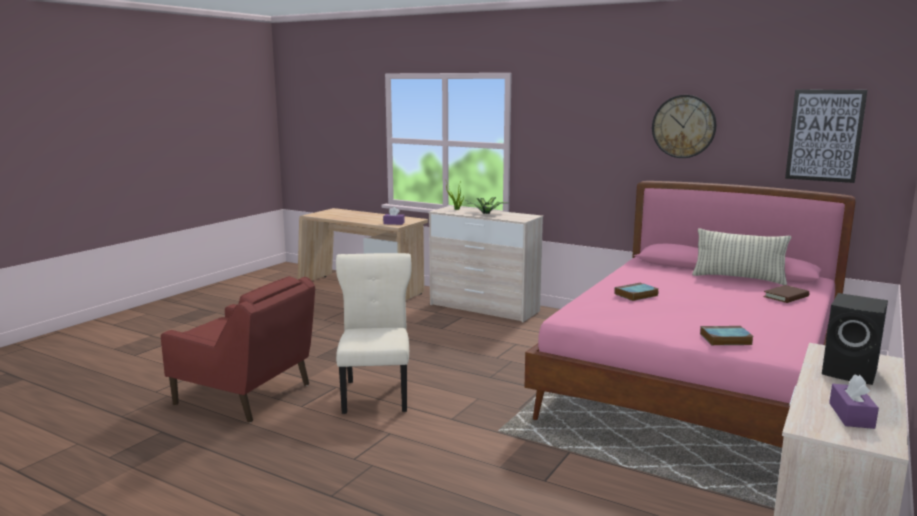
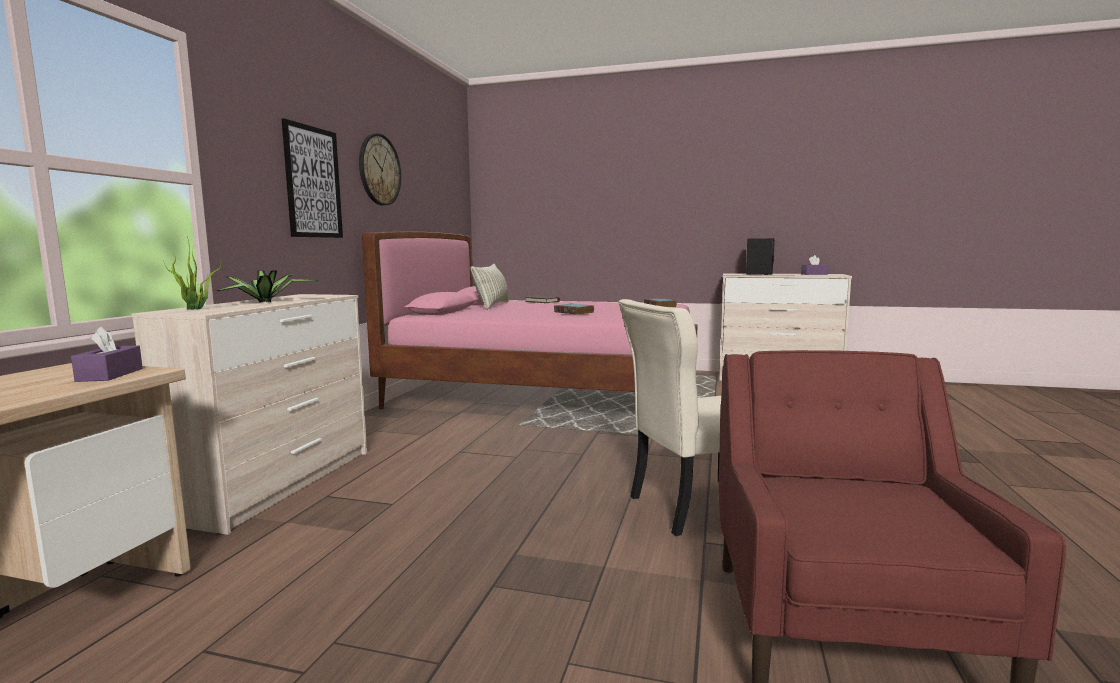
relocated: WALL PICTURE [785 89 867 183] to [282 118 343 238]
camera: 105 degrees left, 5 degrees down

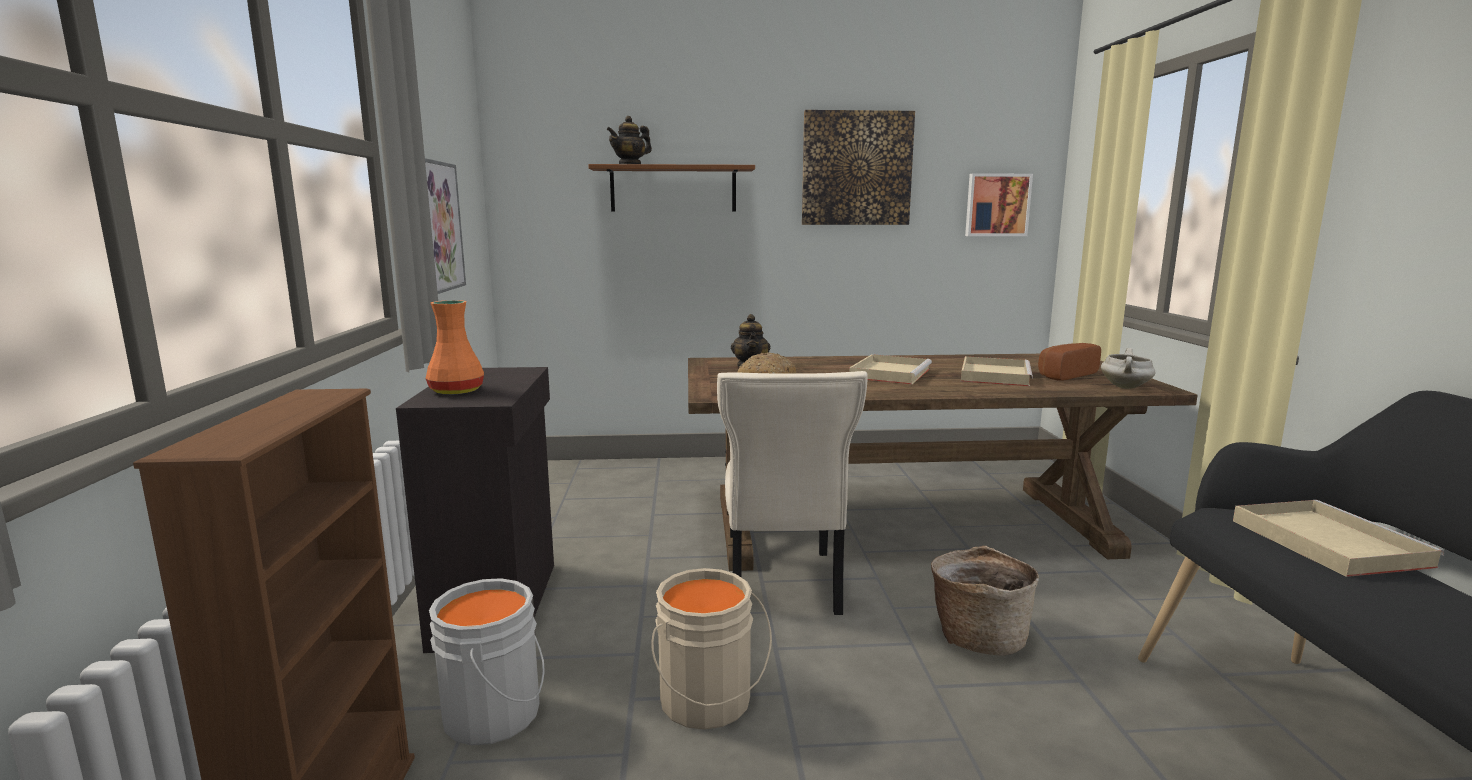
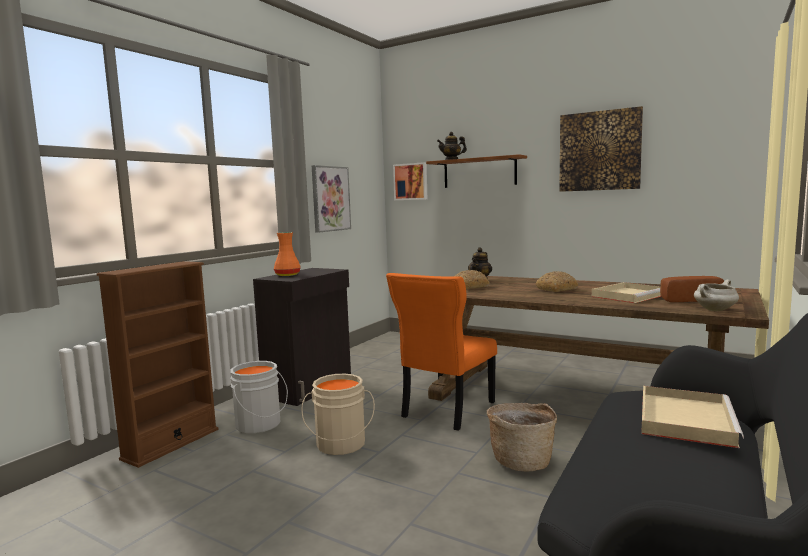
relocated: WALL PICTURE [965 173 1033 236] to [393 162 427 200]
exchanged: BEIGE-COLOURED TRAY [849 354 932 384] to BAKERY BREAD [536 271 578 292]
colour: BEIGE-COLOURED UPRIGHT CHAIR [717 371 868 615] to ORANGE UPRIGHT CHAIR [386 273 497 431]
camera: 35 degrees right, 5 degrees down

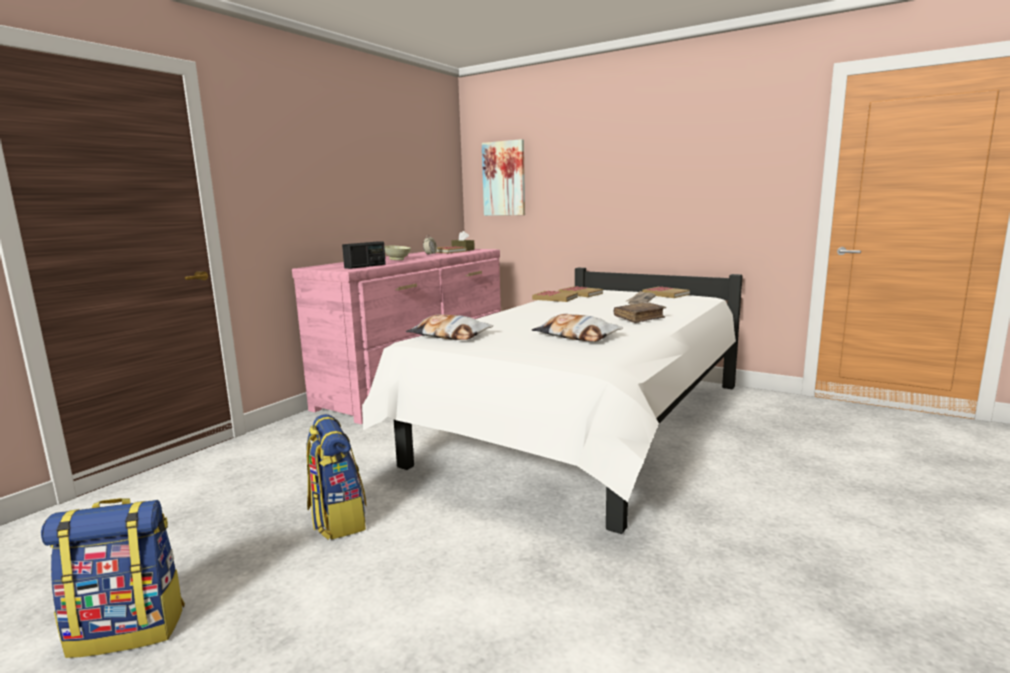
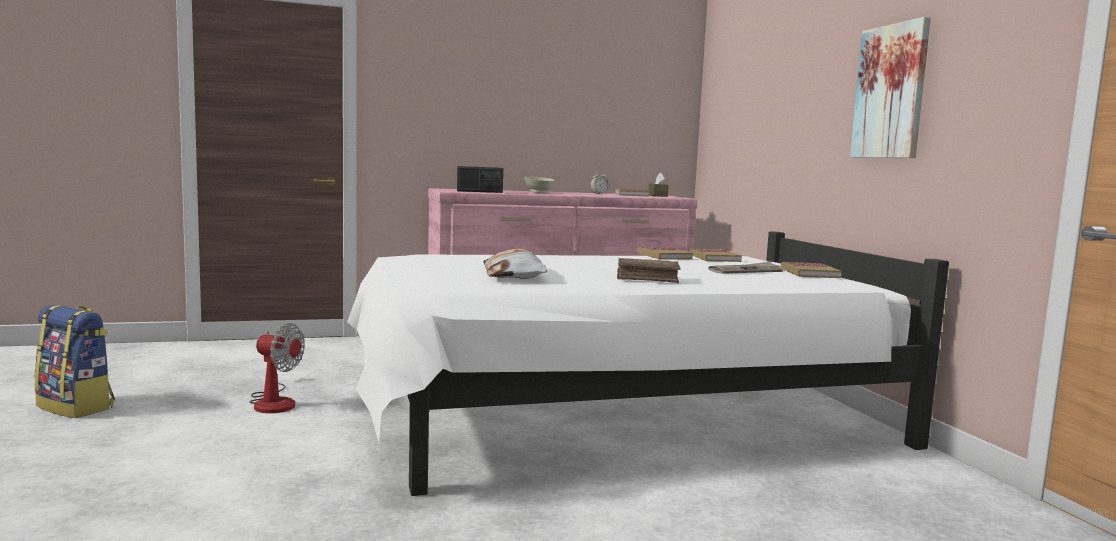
missing: THROW PILLOW [406 314 493 340]
relocated: WALL PICTURE [482 139 525 216] to [850 17 931 158]
exchanged: BACKPACK [306 414 366 540] to FAN [249 323 305 413]
camera: 40 degrees right, 5 degrees down

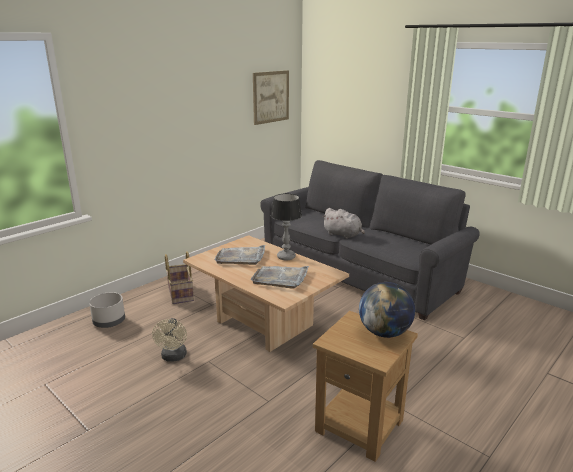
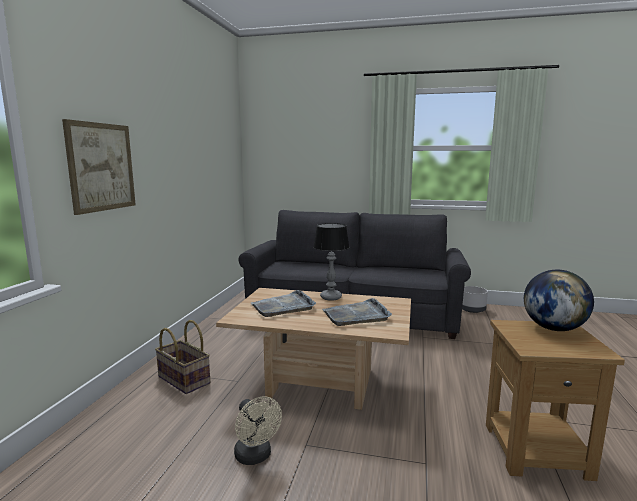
missing: GREY PLUSH TOY [322 208 365 239]
relocated: GREY PLANTER [89 292 125 328] to [462 286 488 313]; WALL PICTURE [253 70 289 125] to [62 119 136 215]
camera: 30 degrees left, 10 degrees down

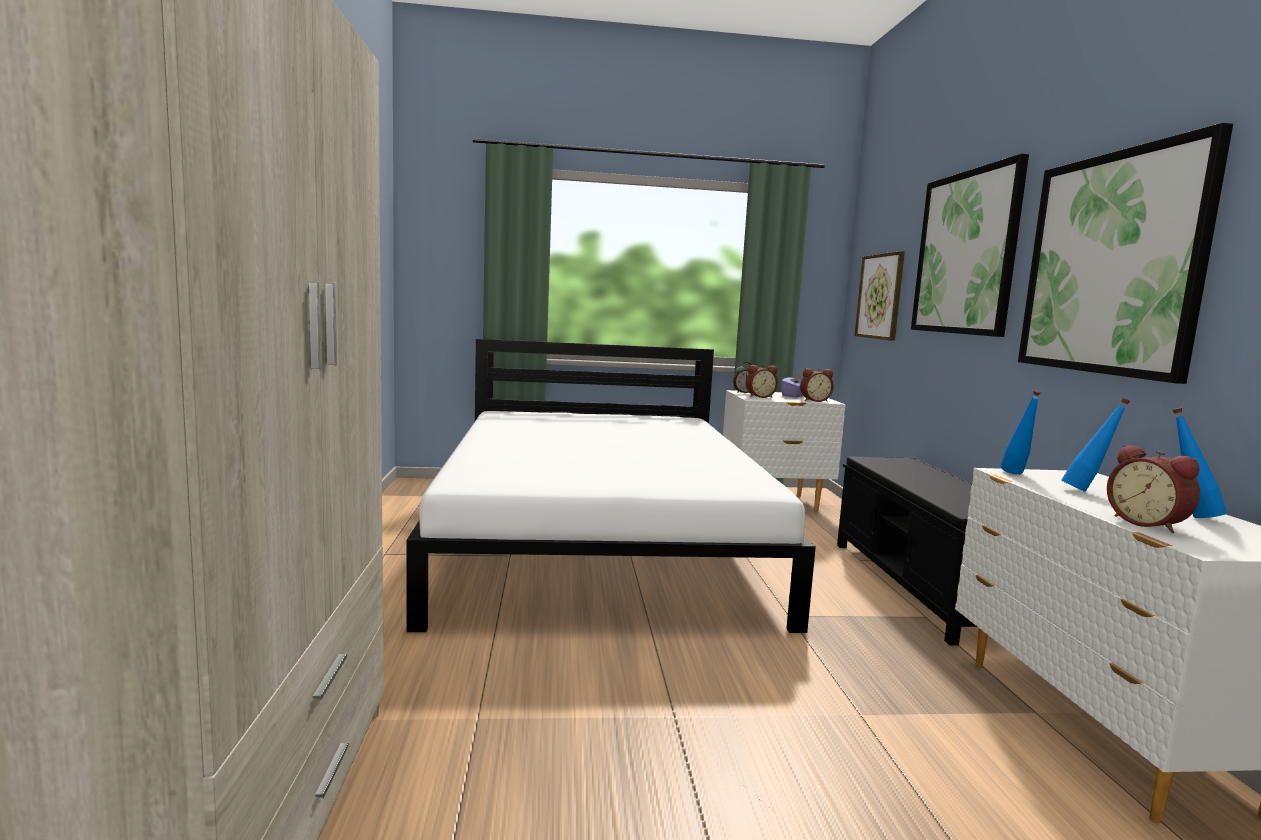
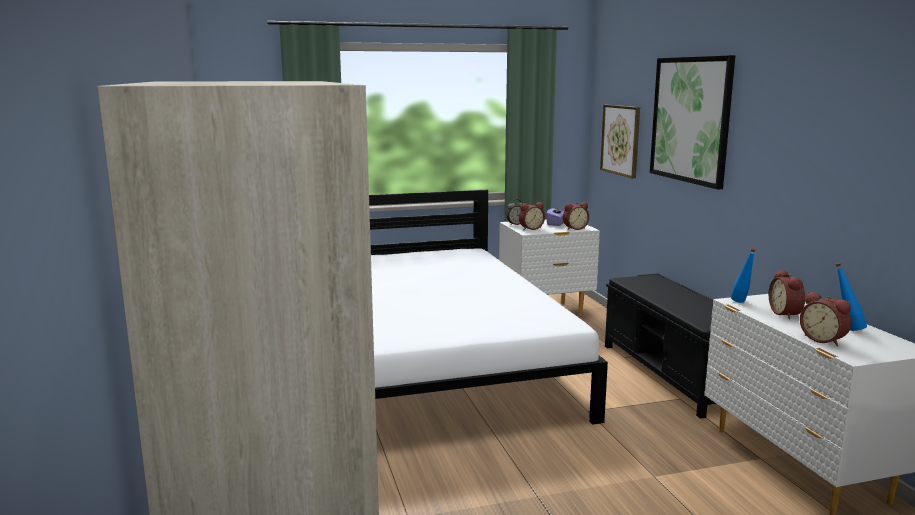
missing: WALL PICTURE [1018 123 1233 384]
exchanged: BLUE-COLOURED BEVERAGE BOTTLE [1061 398 1130 492] to ALARM CLOCK [769 269 805 319]
camera: 10 degrees left, 5 degrees up

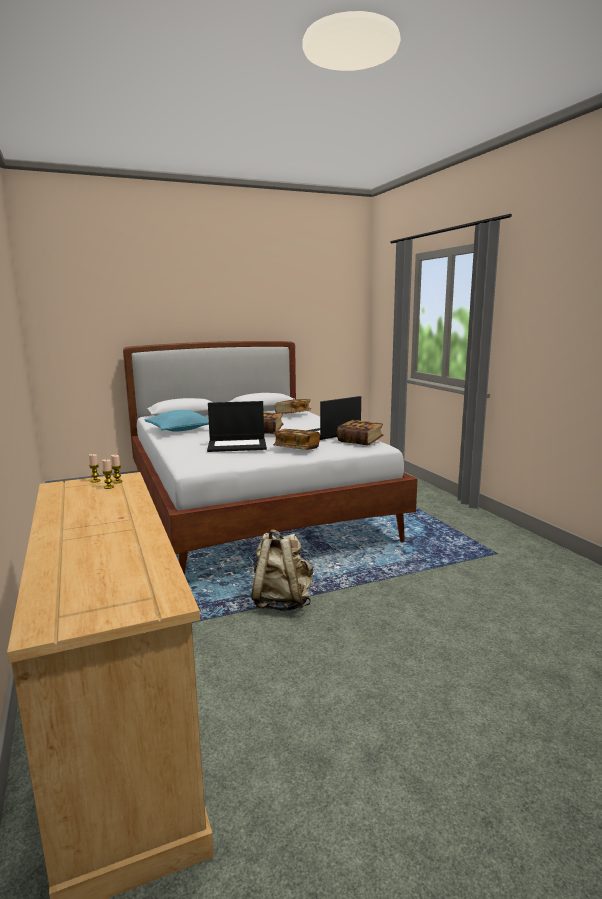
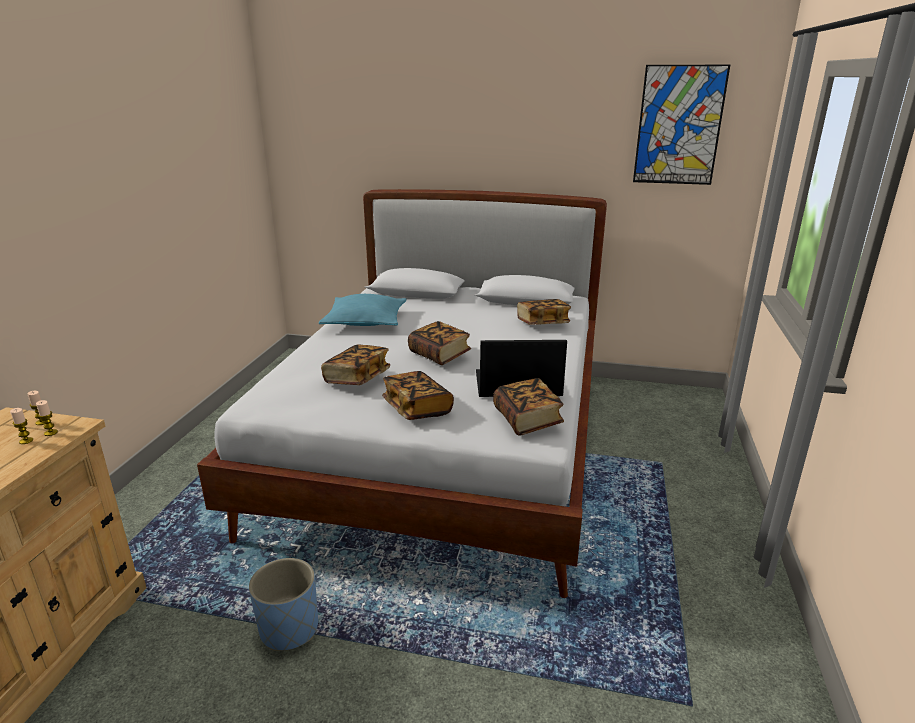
appeared: WALL PICTURE [633 65 730 185]
exchanged: NOTEBOOK COMPUTER [207 401 267 452] to BOOK [321 344 390 385]; BEIGE-COLOURED BACKPACK [251 529 313 611] to BLUE-COLOURED PLANTER [249 558 318 651]
camera: 35 degrees right, 10 degrees up

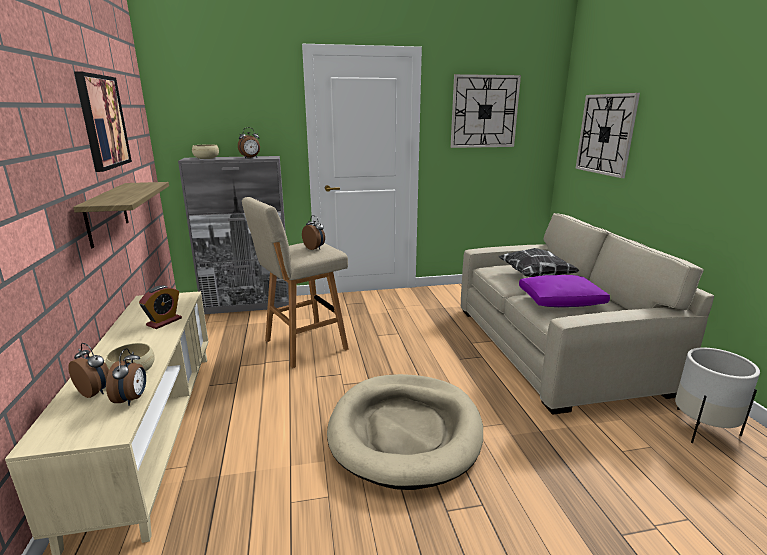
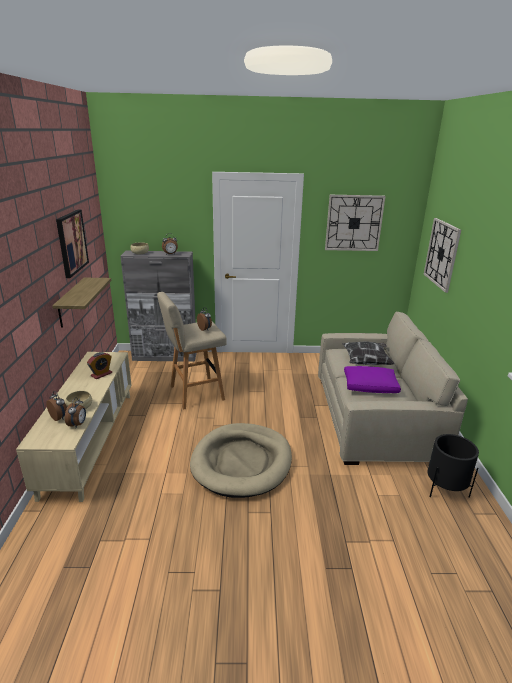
colour: WHITE-COLOURED PLANTER [675 348 760 444] to BLACK-COLOURED PLANTER [428 434 479 498]
camera: 10 degrees right, 5 degrees up

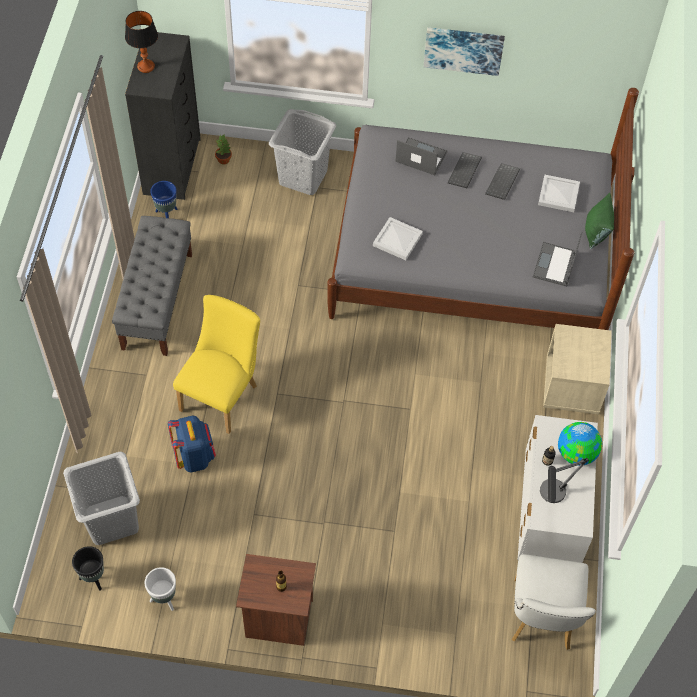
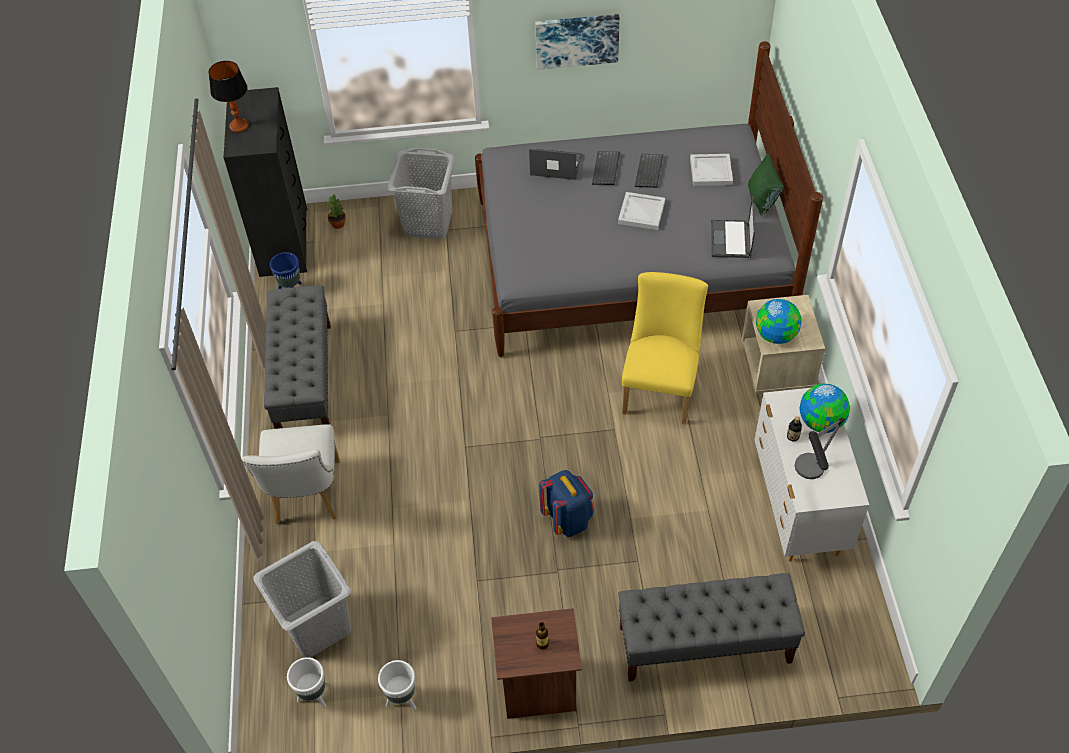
appeared: GREY BENCH [618 573 805 682]; DESK GLOBE [756 299 802 344]
relocated: BLUE-COLOURED BACKPACK [168 416 216 473] to [539 470 594 537]; YELLOW-COLOURED UPRIGHT CHAIR [173 295 260 434] to [622 272 708 425]; WHITE-COLOURED TRAY [373 217 423 260] to [618 192 665 230]; WHITE-COLOURED UPRIGHT CHAIR [512 554 596 650] to [242 424 340 525]
colour: BLACK-COLOURED PLANTER [72 546 104 591] to WHITE-COLOURED PLANTER [287 657 326 708]
camera: 10 degrees left, 5 degrees down

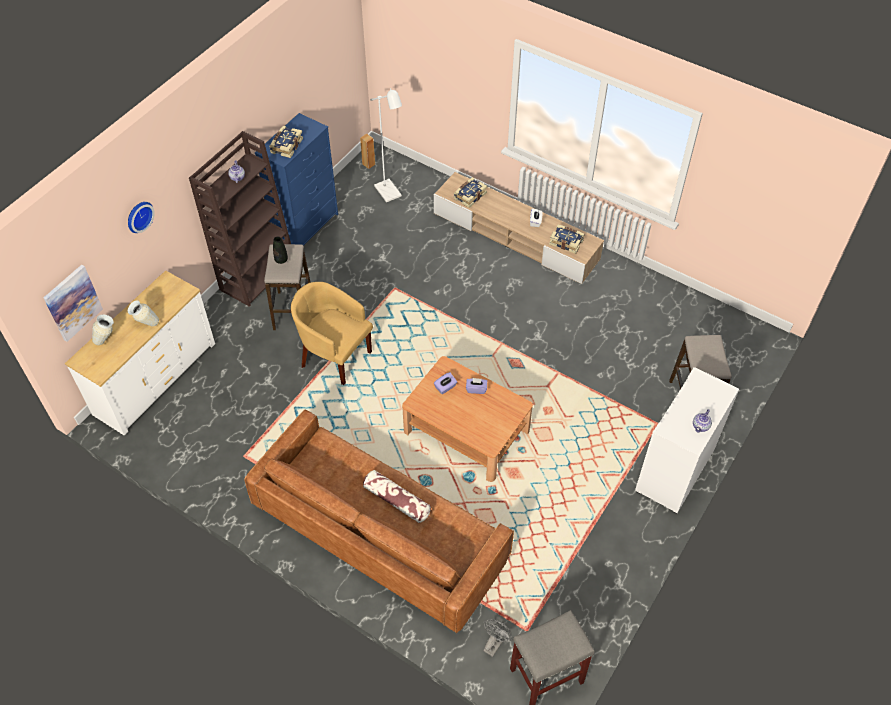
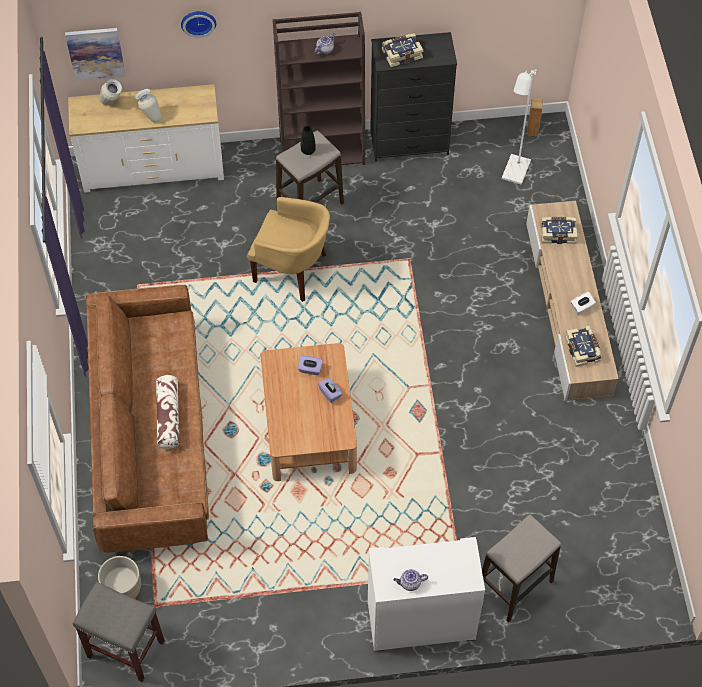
exchanged: GREY FAN [483 619 513 657] to BEIGE-COLOURED PLANTER [98 556 141 599]
colour: BLUE-COLOURED CHEST OF DRAWERS [255 113 338 246] to BLACK-COLOURED CHEST OF DRAWERS [370 32 457 162]
spun: YELLOW-COLOURED ARMCHAIR [291 282 373 385] = [247 197 330 302] 120 degrees clockwise
camera: 50 degrees right, 5 degrees up

